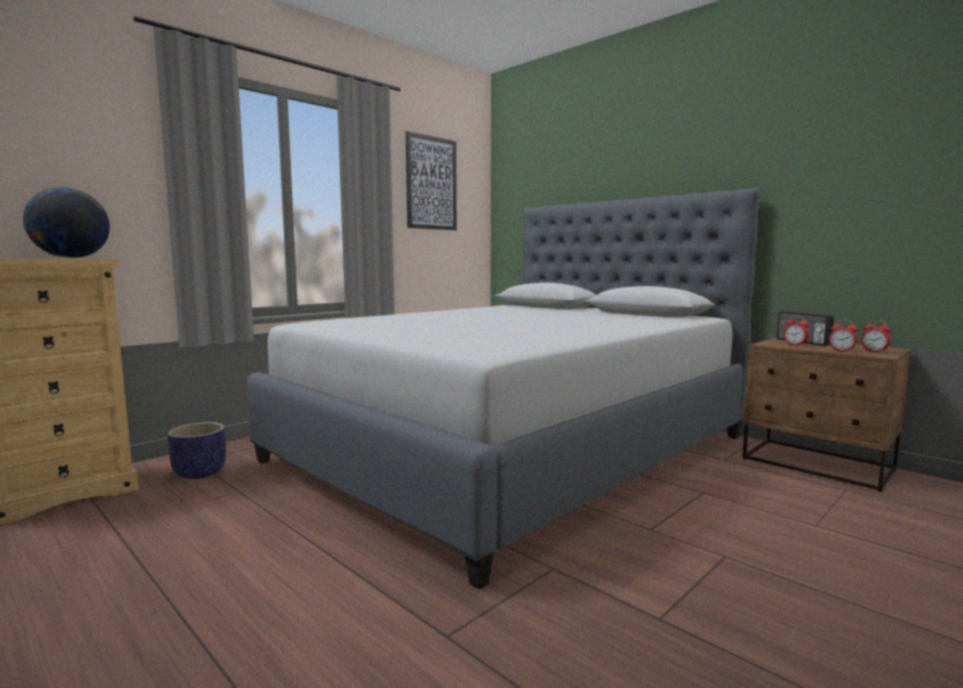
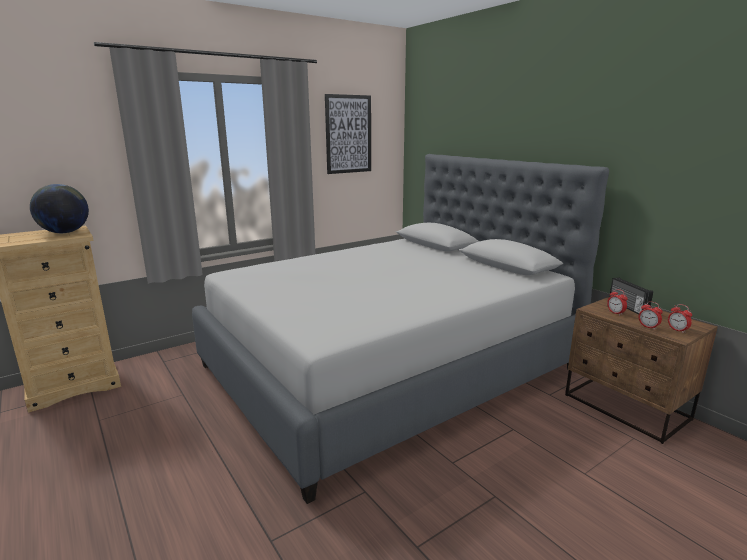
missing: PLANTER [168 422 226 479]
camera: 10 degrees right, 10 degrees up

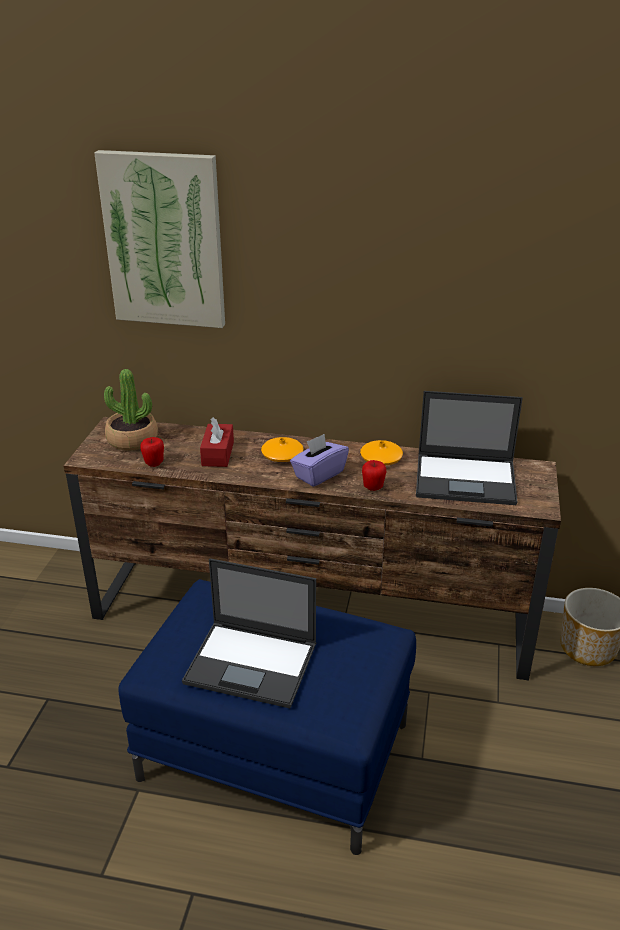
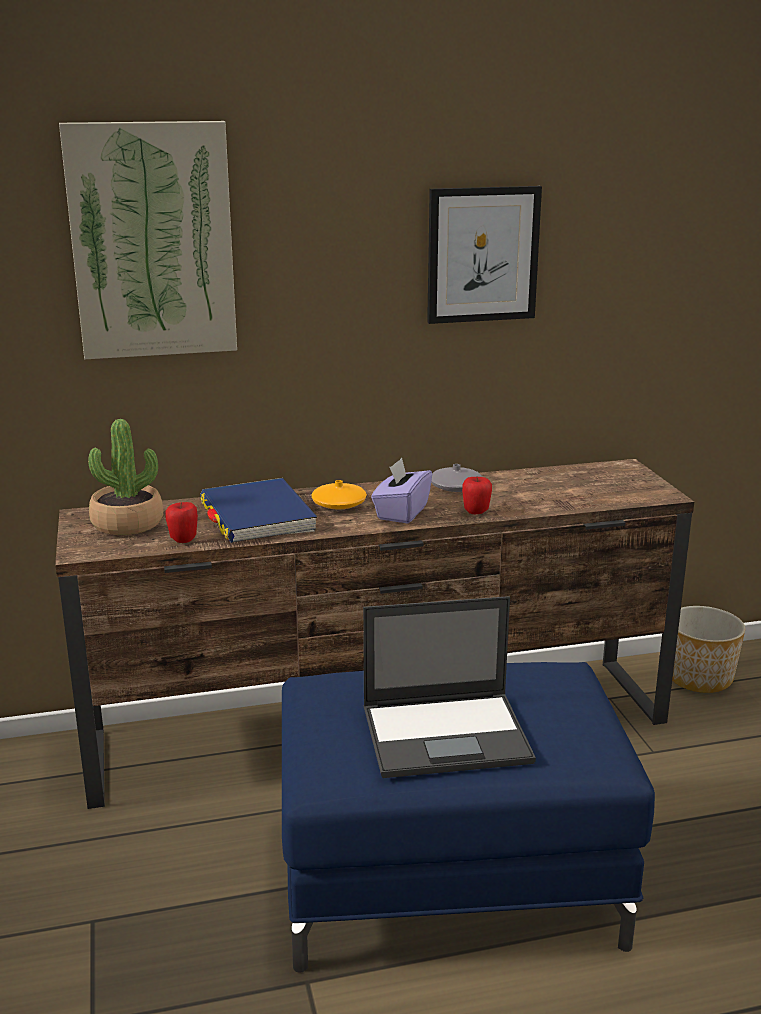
missing: NOTEBOOK COMPUTER [416 391 523 505]
appeared: WALL PICTURE [427 186 542 324]
exchanged: RED-COLOURED TISSUE HOLDER [200 417 234 467] to BLUE-COLOURED BOOK [200 478 317 543]
colour: ORANGE VASE [360 440 403 465] to GREY VASE [431 464 482 492]
camera: 25 degrees left, 10 degrees down

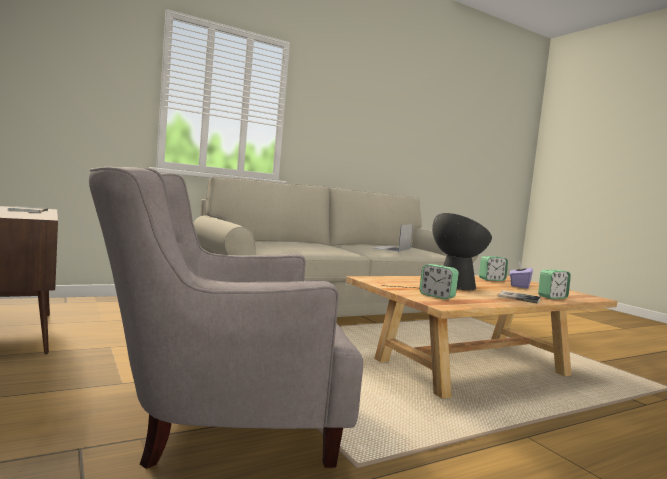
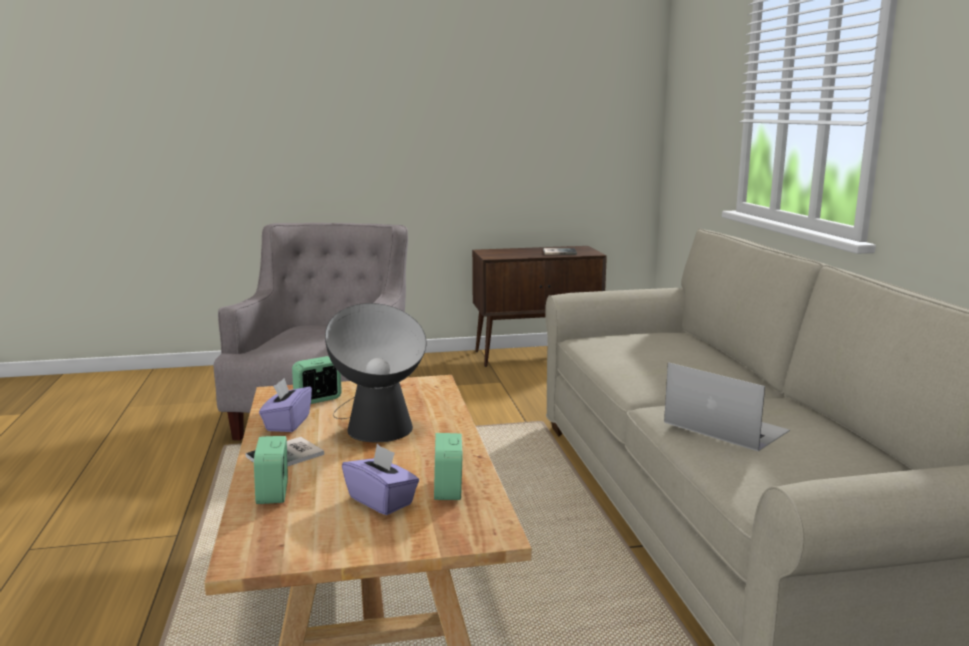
appeared: PURPLISH TISSUE HOLDER [259 378 312 432]
camera: 110 degrees right, 10 degrees up

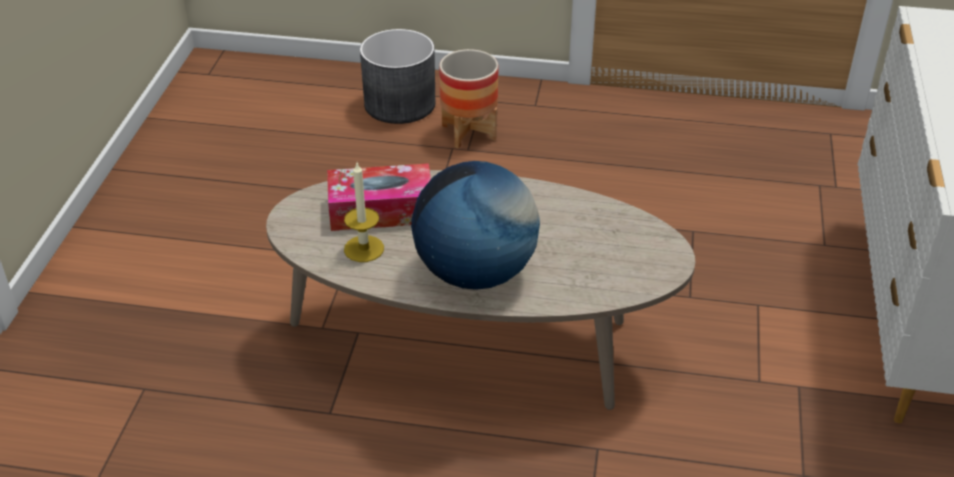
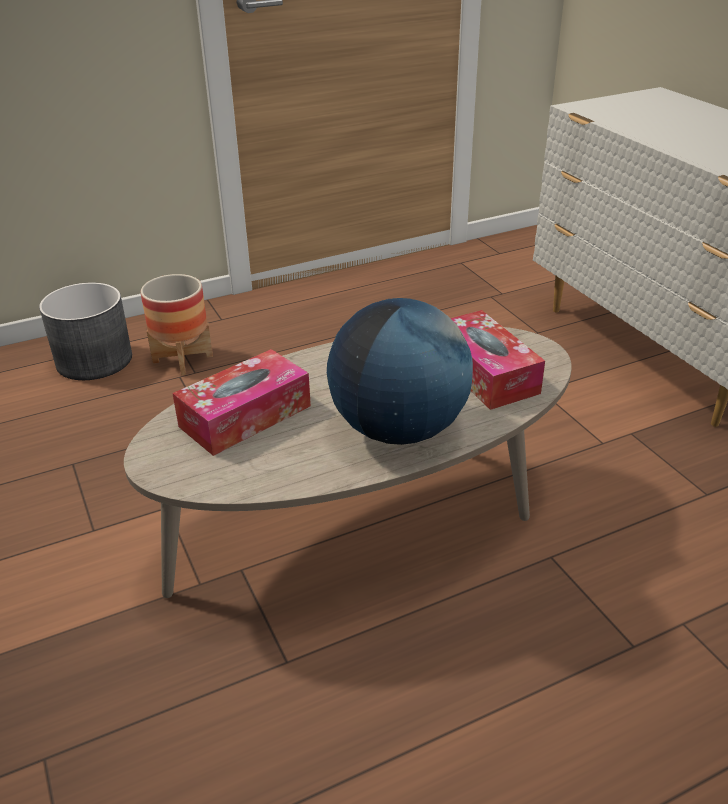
missing: WAX LIGHT [344 163 384 262]
appeared: TISSUE HOLDER [451 310 545 410]
camera: 35 degrees left, 5 degrees down

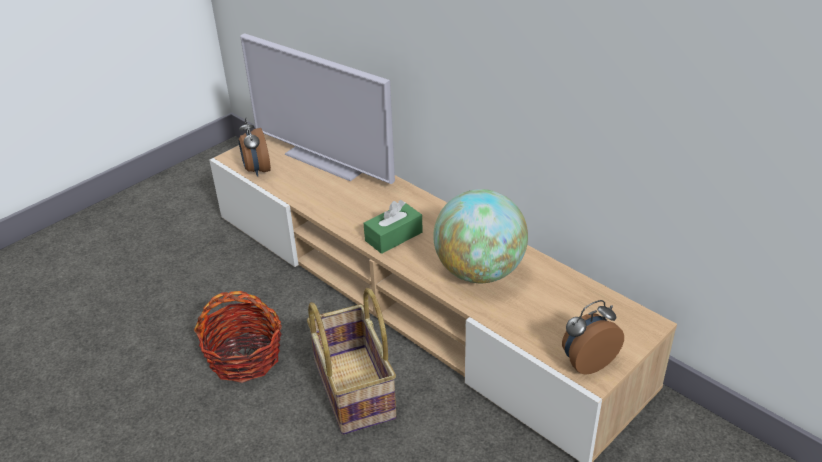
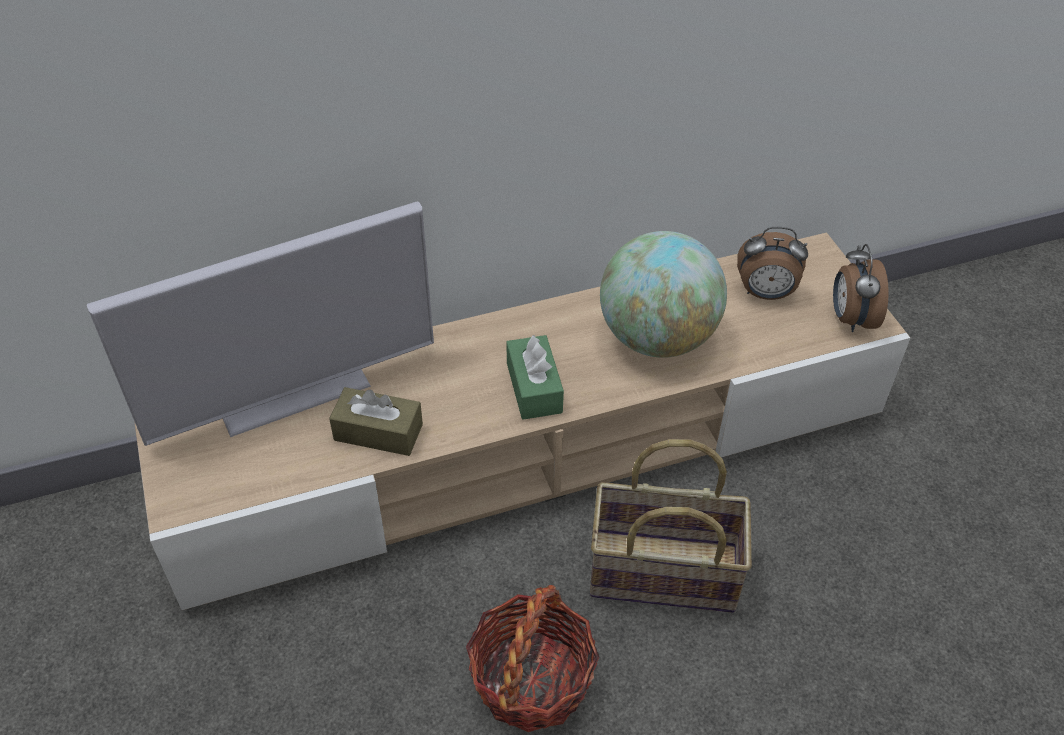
appeared: BROWN TISSUE HOLDER [329 387 423 456]
relocated: ALARM CLOCK [239 117 271 177] to [737 227 808 300]
camera: 65 degrees left, 10 degrees up

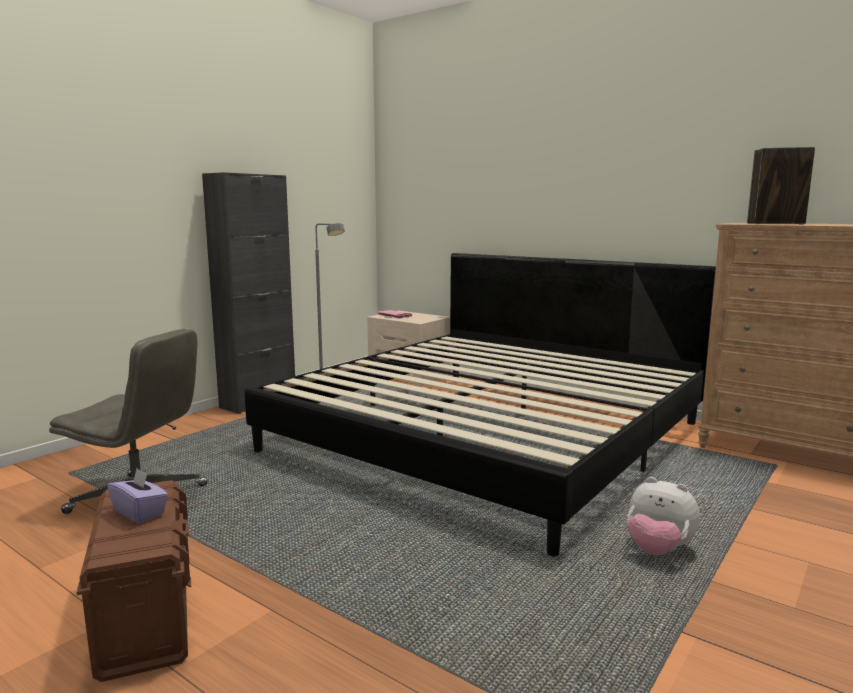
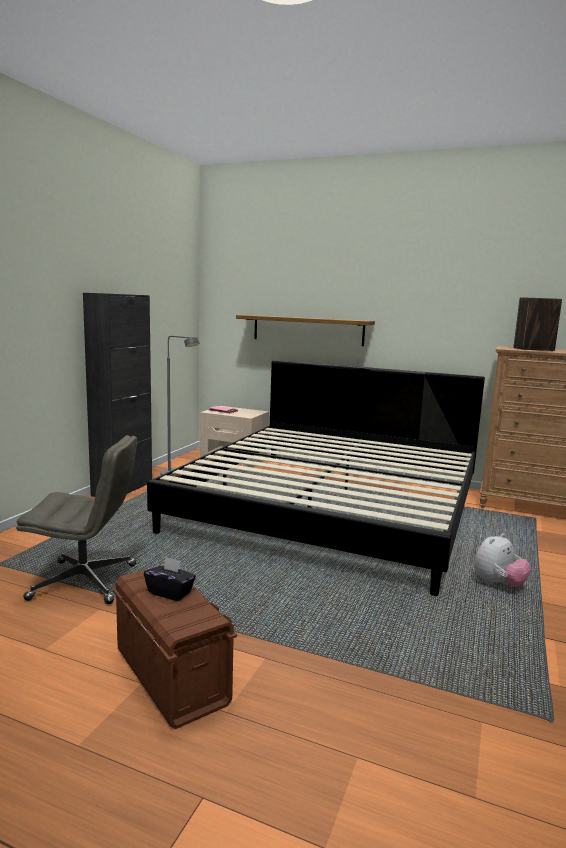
appeared: WALL SHELF [236 315 375 346]
colour: PURPLISH TISSUE HOLDER [107 468 168 523] to BLACK-COLOURED TISSUE HOLDER [144 556 196 601]
spun: PLUSH TOY [627 477 700 555] = [474 533 531 587] 60 degrees counterclockwise
camera: 15 degrees left, 0 degrees up

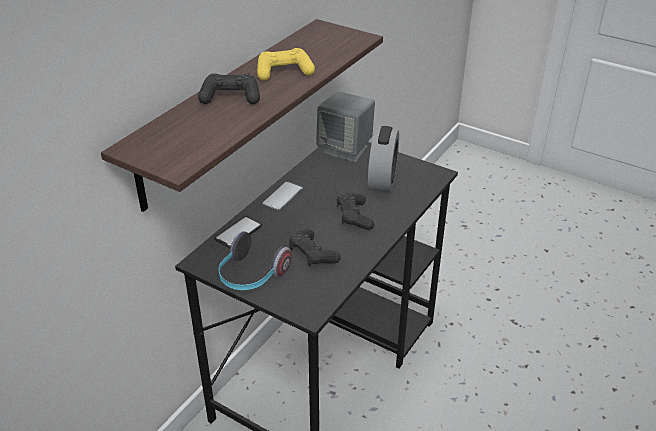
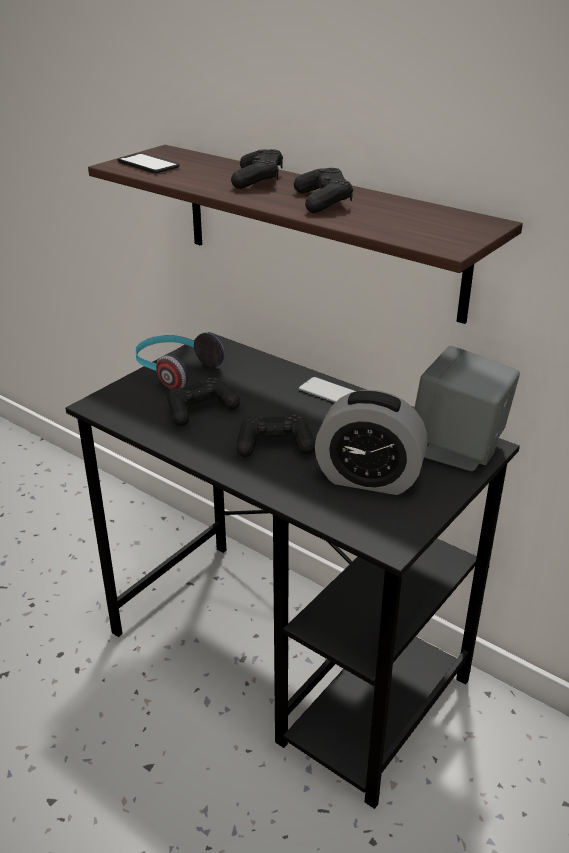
relocated: PHONE [214 216 262 248] to [118 153 180 173]
colour: YELLOW-COLOURED GAME CONTROLLER [257 48 315 81] to BLACK-COLOURED GAME CONTROLLER [294 168 353 213]
camera: 95 degrees right, 5 degrees down

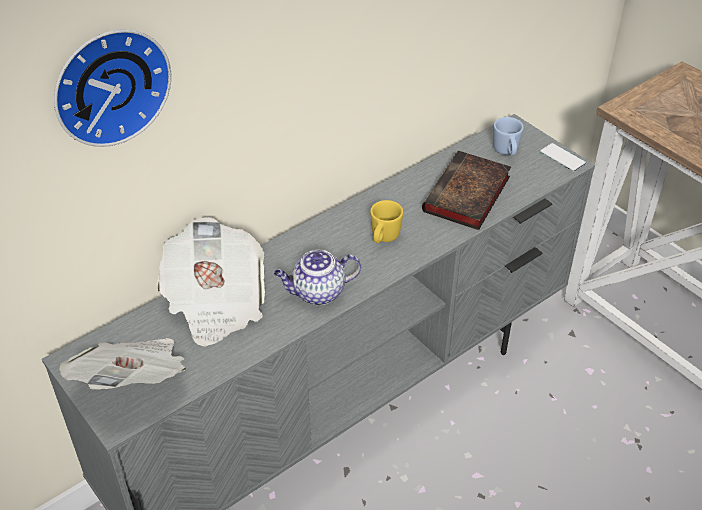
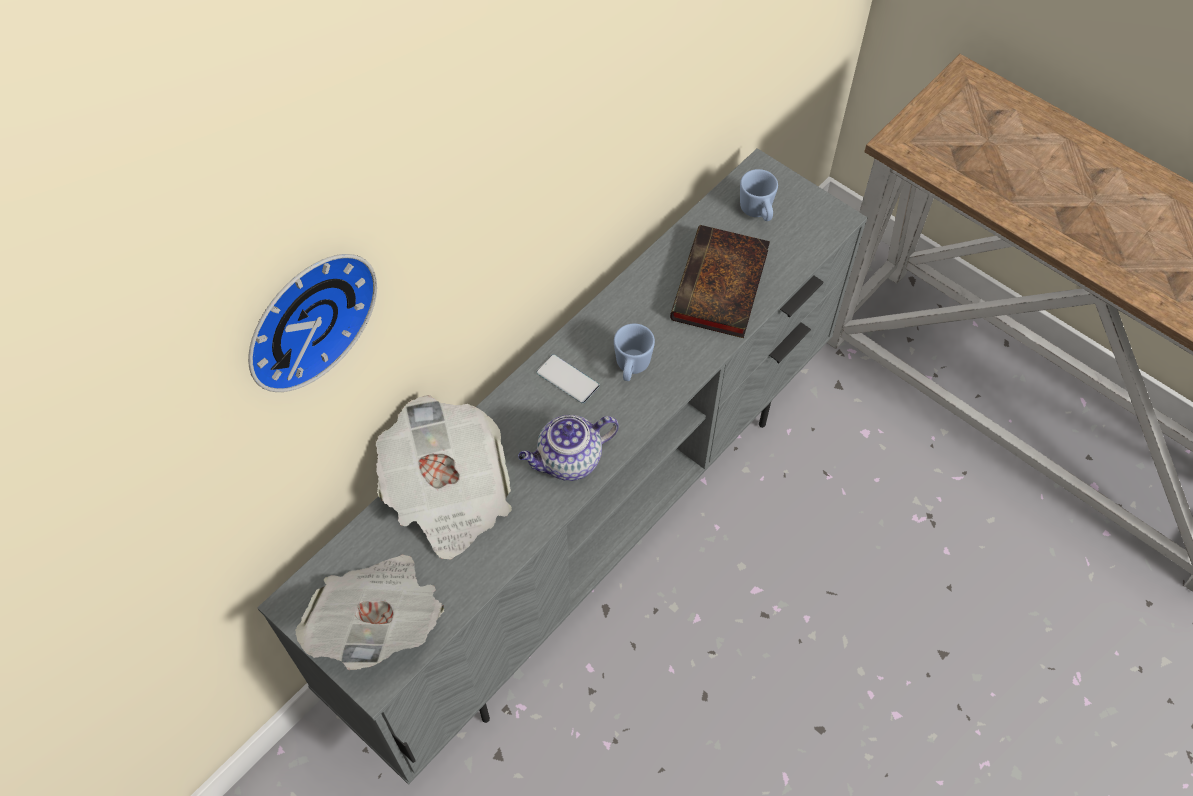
relocated: PHONE [540 143 587 172] to [536 354 600 404]
colour: YELLOW-COLOURED TEA MUG [370 200 403 243] to BLUE-COLOURED TEA MUG [614 323 655 381]
camera: 10 degrees left, 15 degrees up

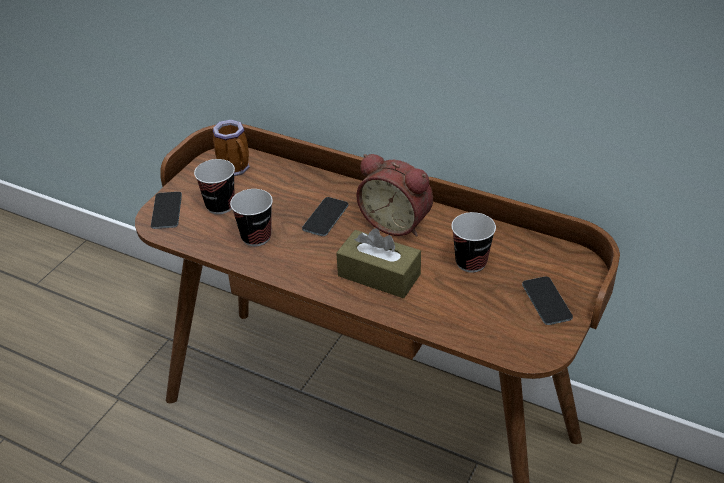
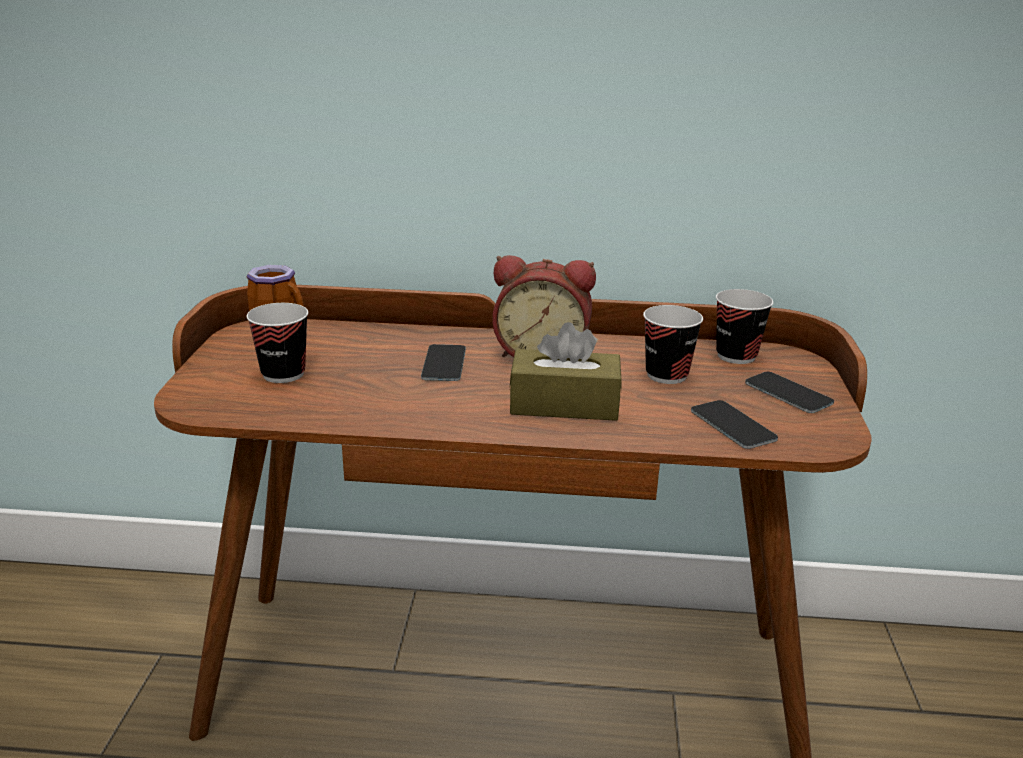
relocated: PHONE [151 192 182 229] to [691 400 778 449]; SMALL CUP [230 189 273 246] to [716 289 773 364]
camera: 25 degrees left, 15 degrees down

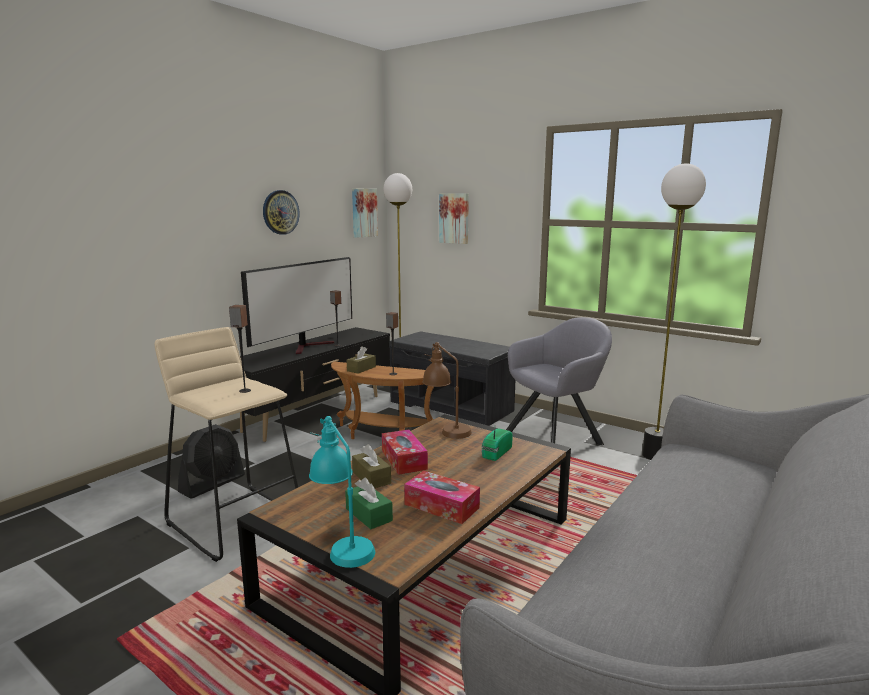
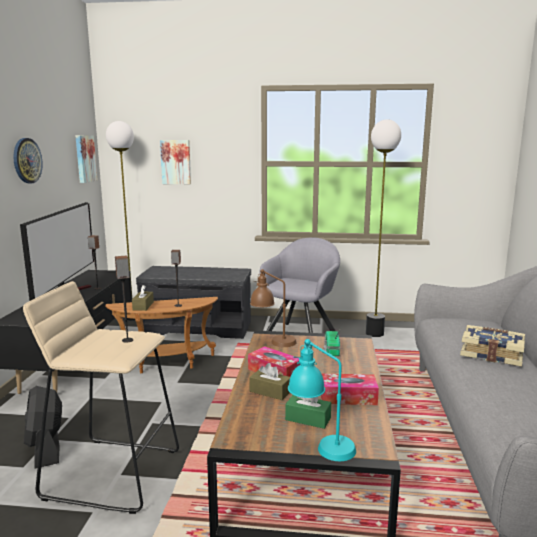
appeared: BOOK [460 325 525 366]
spun: BLACK-COLOURED FAN [178 424 245 499] = [24 386 62 469] 150 degrees clockwise
camera: 30 degrees left, 0 degrees up

